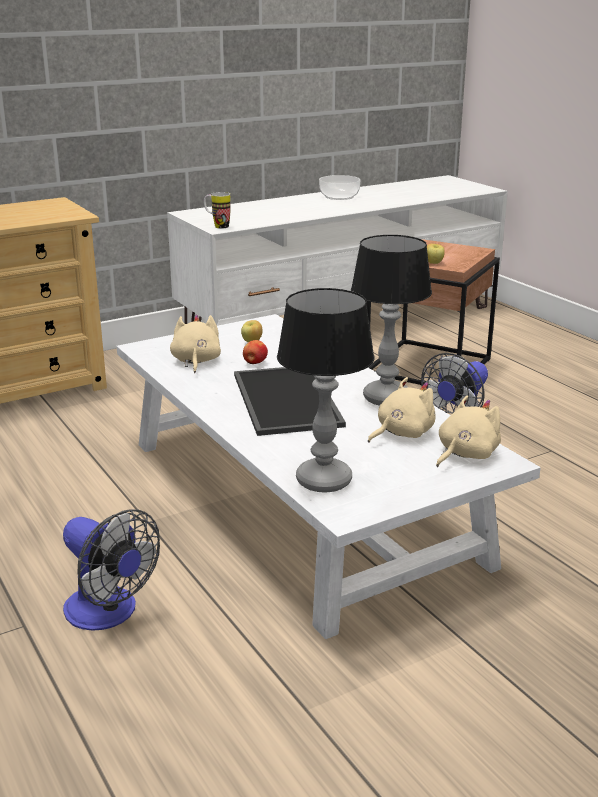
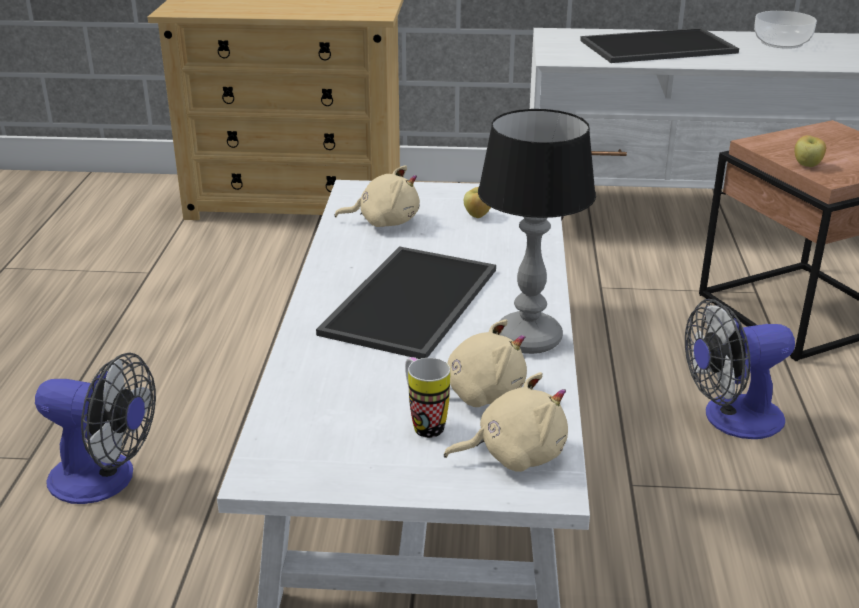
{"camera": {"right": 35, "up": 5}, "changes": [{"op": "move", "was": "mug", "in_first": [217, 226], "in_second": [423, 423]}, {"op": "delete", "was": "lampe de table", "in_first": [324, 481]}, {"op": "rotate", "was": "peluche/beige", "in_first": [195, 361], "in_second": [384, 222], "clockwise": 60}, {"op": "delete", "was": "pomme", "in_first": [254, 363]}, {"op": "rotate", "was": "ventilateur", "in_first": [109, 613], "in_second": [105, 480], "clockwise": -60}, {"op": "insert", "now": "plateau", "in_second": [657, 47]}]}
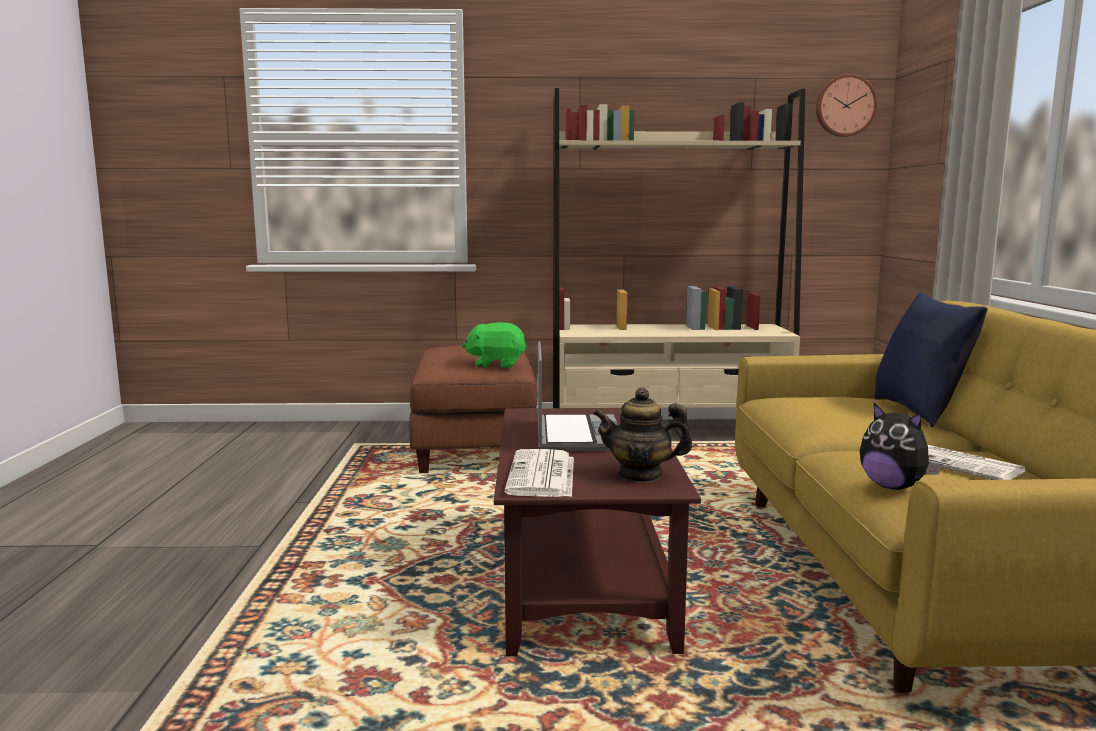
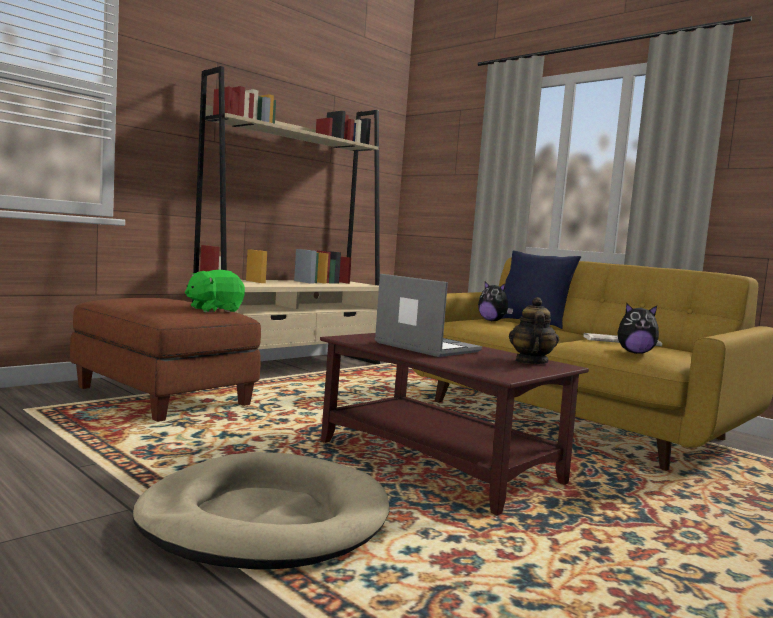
{"camera": {"right": -45, "up": -5}, "changes": [{"op": "delete", "was": "horloge murale", "in_first": [844, 106]}, {"op": "rotate", "was": "théière", "in_first": [640, 475], "in_second": [530, 362], "clockwise": 135}, {"op": "delete", "was": "journal", "in_first": [542, 475]}, {"op": "insert", "now": "peluche", "in_second": [492, 321]}, {"op": "insert", "now": "panier pour chien/beige", "in_second": [264, 519]}]}
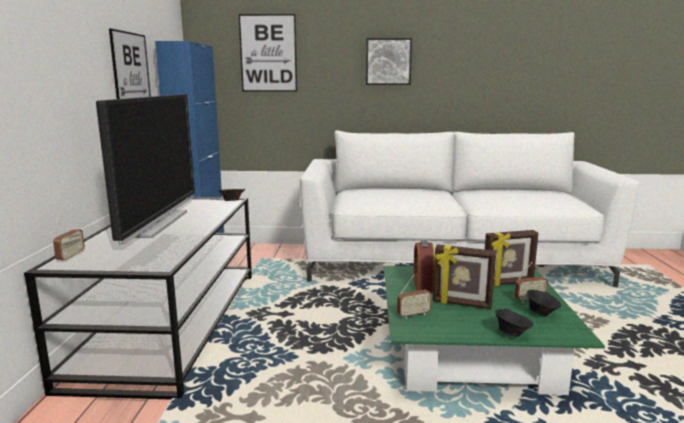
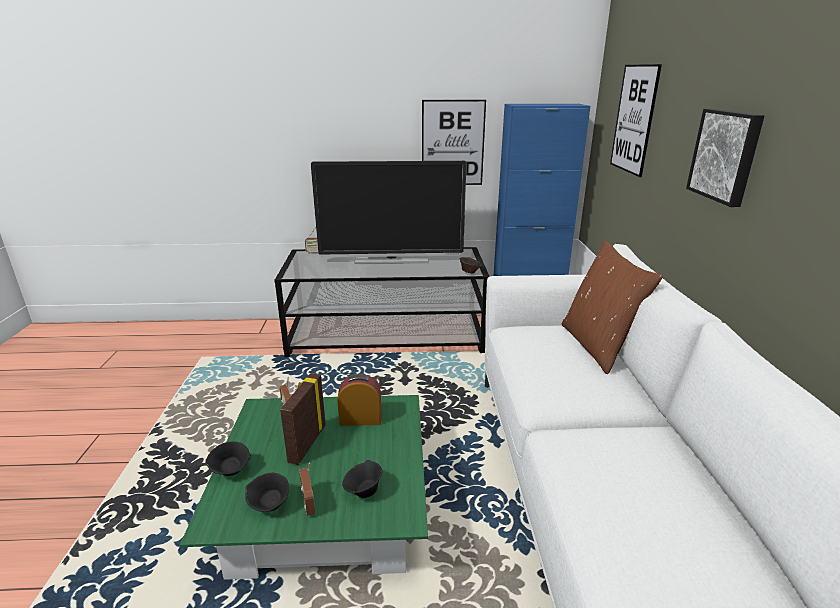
{"camera": {"right": 85, "up": 10}, "changes": [{"op": "replace", "was": "cadre photo", "now": "bol/noir", "in_first": [508, 283], "in_second": [363, 491]}, {"op": "insert", "now": "coussin/marron", "in_second": [598, 346]}]}
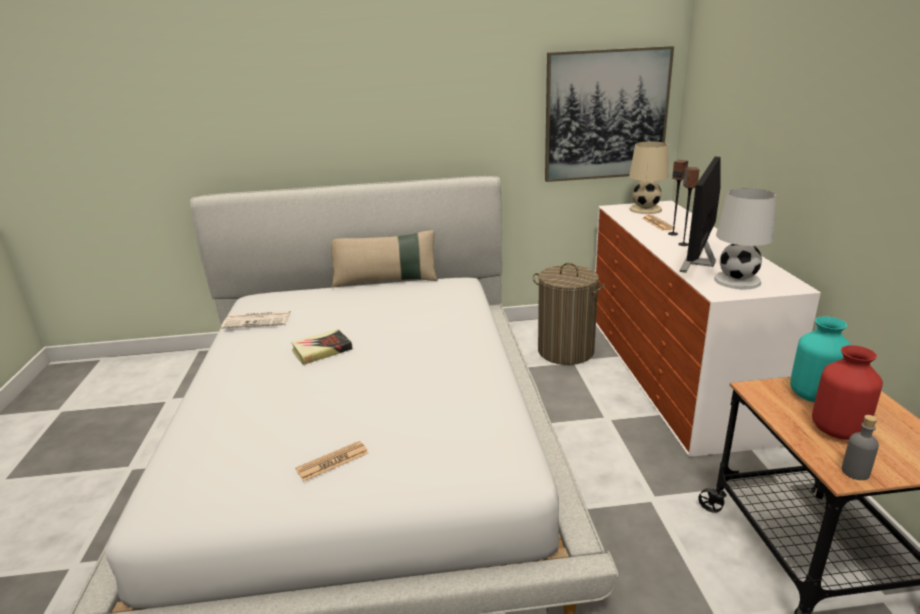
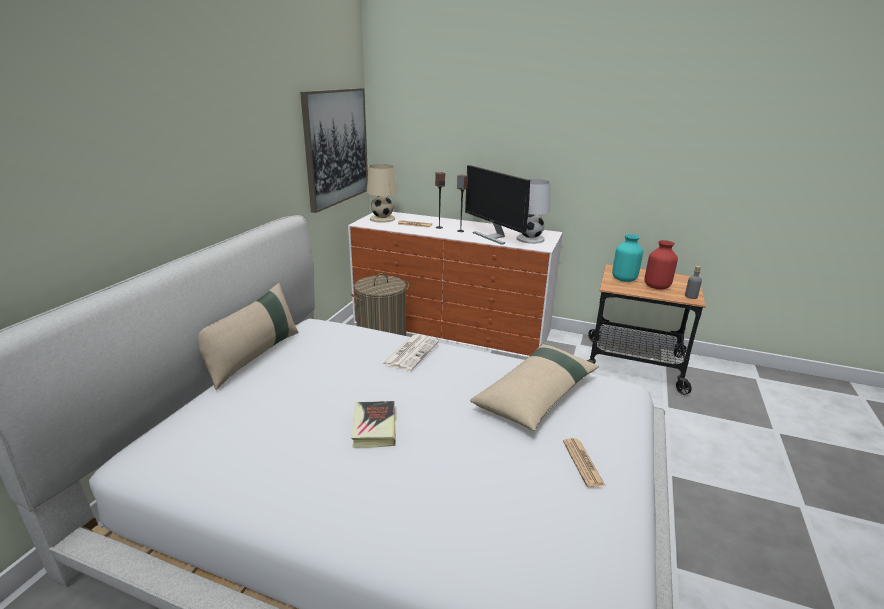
{"camera": {"right": -65, "up": 0}, "changes": [{"op": "move", "was": "journal", "in_first": [258, 320], "in_second": [410, 353]}, {"op": "insert", "now": "coussin/beige", "in_second": [537, 394]}]}
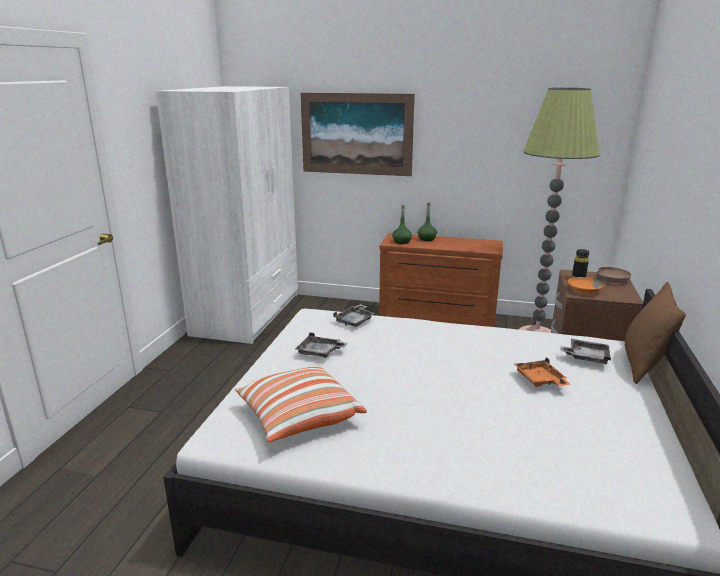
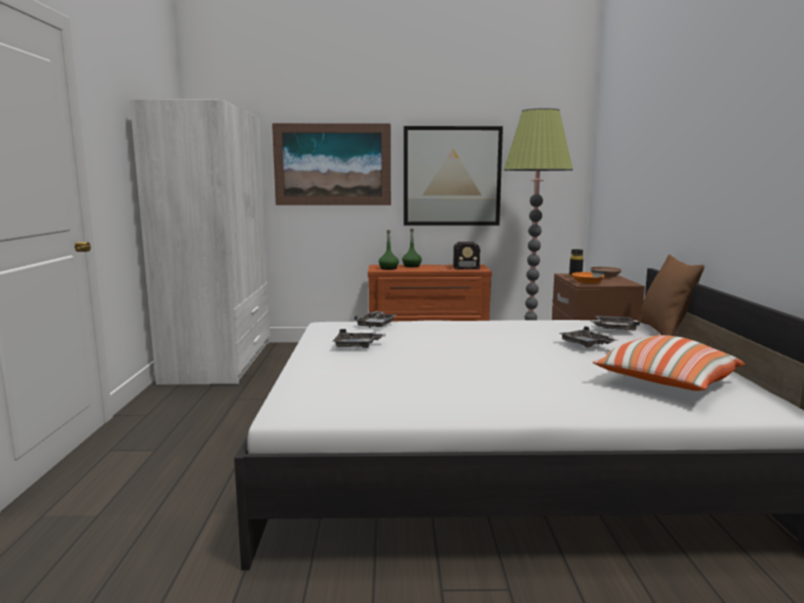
{"camera": {"right": -15, "up": -10}, "changes": [{"op": "recolor", "was": "plateau/orange", "now": "plateau/gris", "in_first": [540, 380], "in_second": [586, 345]}, {"op": "move", "was": "coussin", "in_first": [298, 417], "in_second": [666, 383]}, {"op": "insert", "now": "tableau", "in_second": [452, 176]}, {"op": "insert", "now": "radio", "in_second": [456, 267]}]}
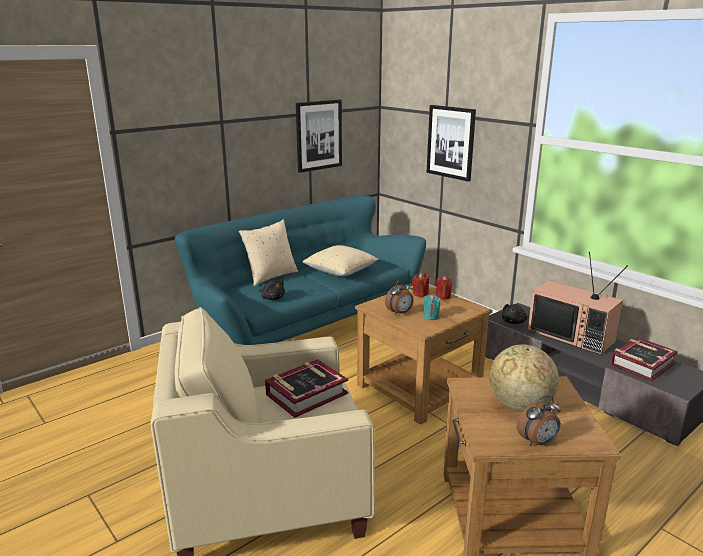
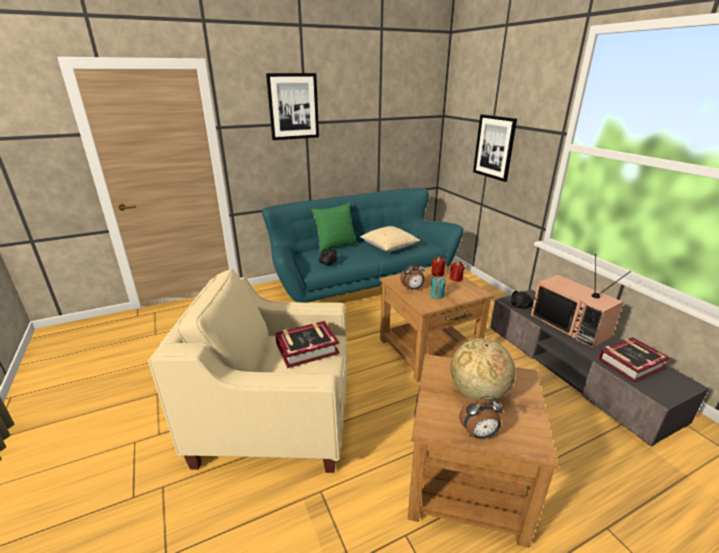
{"camera": {"right": 15, "up": 5}, "changes": [{"op": "move", "was": "tableau", "in_first": [318, 135], "in_second": [293, 106]}, {"op": "recolor", "was": "coussin/beige", "now": "coussin/vert", "in_first": [270, 276], "in_second": [335, 246]}]}
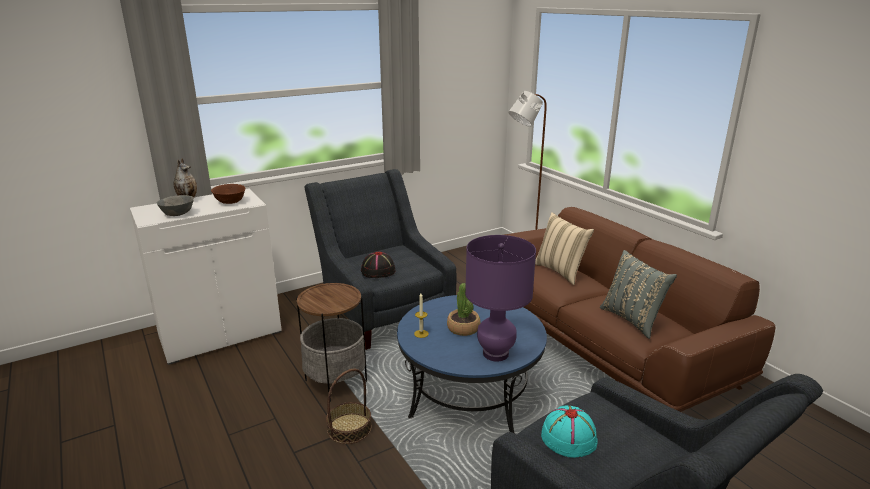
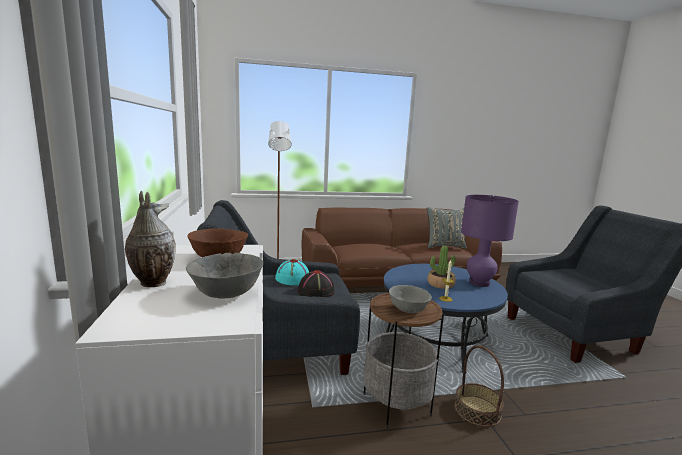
{"camera": {"right": -70, "up": -10}, "changes": [{"op": "delete", "was": "coussin/beige", "in_first": [560, 271]}, {"op": "move", "was": "chapeau/turquoise", "in_first": [568, 437], "in_second": [292, 279]}, {"op": "insert", "now": "bol/gris", "in_second": [408, 310]}]}
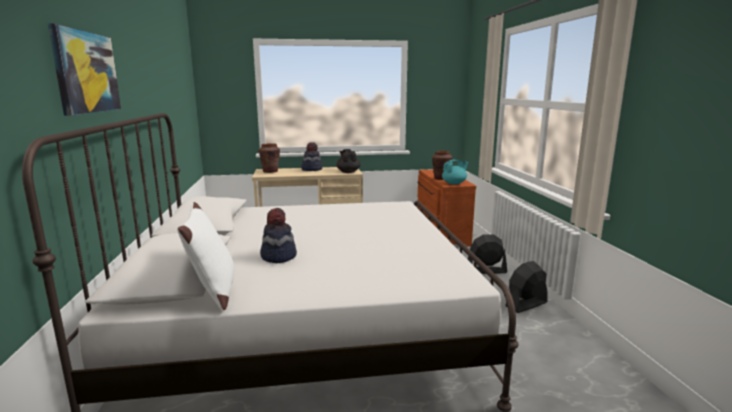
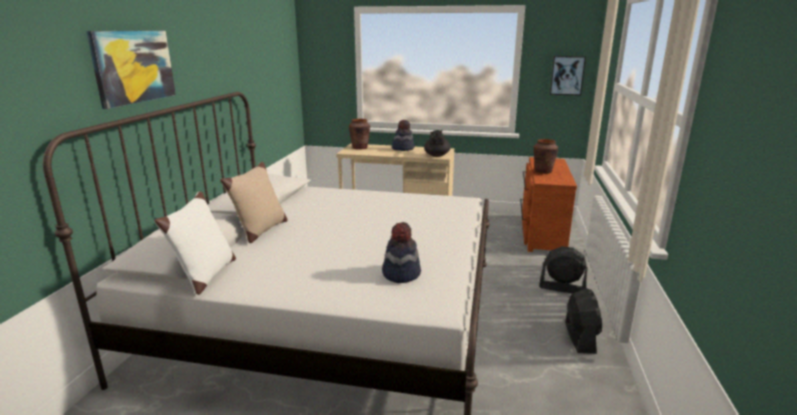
{"camera": {"right": 20, "up": 5}, "changes": [{"op": "delete", "was": "théière/turquoise", "in_first": [454, 183]}, {"op": "move", "was": "chapeau", "in_first": [278, 256], "in_second": [401, 273]}, {"op": "rotate", "was": "ventilateur/noir", "in_first": [526, 304], "in_second": [580, 337], "clockwise": 105}, {"op": "insert", "now": "tableau", "in_second": [567, 75]}, {"op": "insert", "now": "coussin/beige", "in_second": [260, 231]}]}
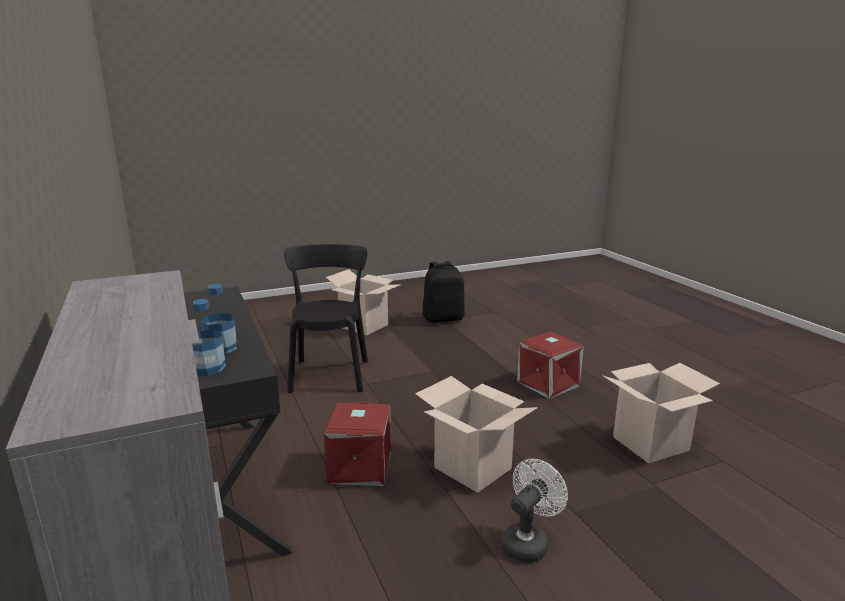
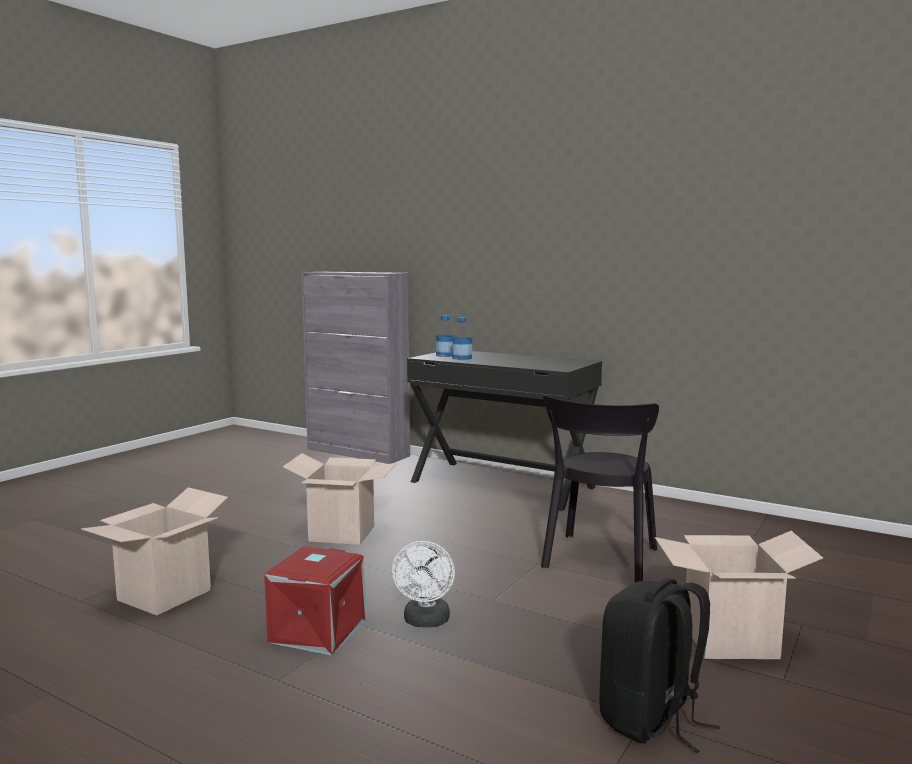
{"camera": {"right": 145, "up": -10}, "changes": [{"op": "rotate", "was": "chaise/noir", "in_first": [330, 373], "in_second": [599, 560], "clockwise": 60}, {"op": "delete", "was": "boîte de rangement/rouge", "in_first": [359, 467]}, {"op": "move", "was": "ventilateur/blanc", "in_first": [528, 542], "in_second": [426, 622]}]}
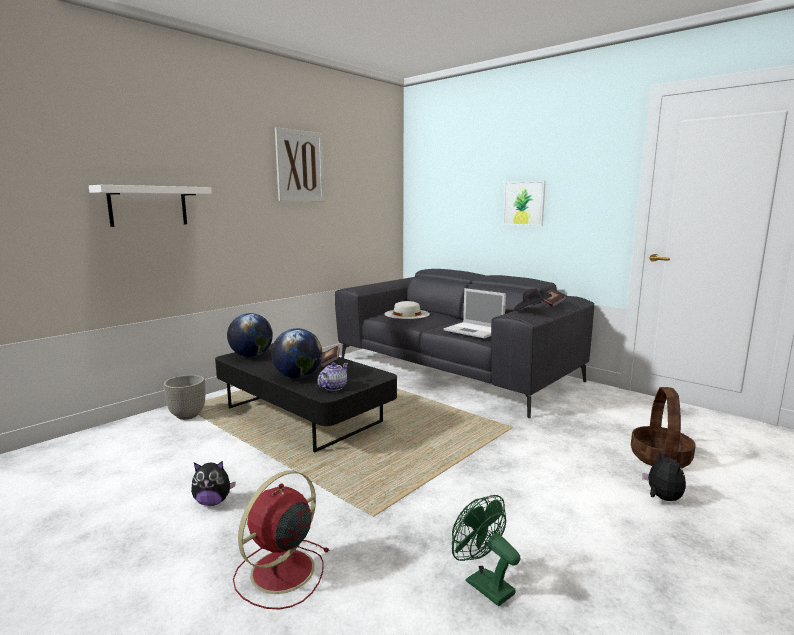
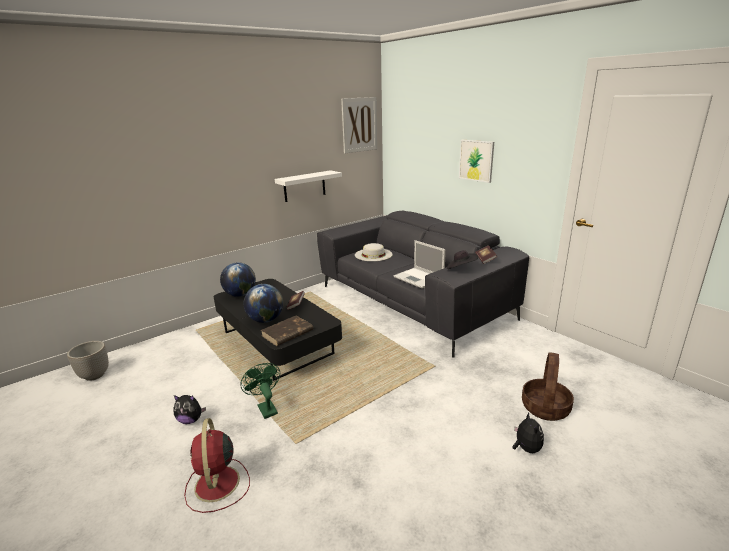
{"camera": {"right": 10, "up": 10}, "changes": [{"op": "move", "was": "tableau", "in_first": [300, 166], "in_second": [359, 125]}, {"op": "move", "was": "étagère/blanc", "in_first": [148, 206], "in_second": [304, 186]}, {"op": "replace", "was": "théière", "now": "livre/marron", "in_first": [333, 387], "in_second": [287, 333]}, {"op": "move", "was": "cache-pot", "in_first": [188, 415], "in_second": [95, 375]}, {"op": "rotate", "was": "ventilateur/rouge", "in_first": [280, 572], "in_second": [217, 485], "clockwise": -60}, {"op": "move", "was": "ventilateur/vert", "in_first": [483, 584], "in_second": [265, 408]}]}
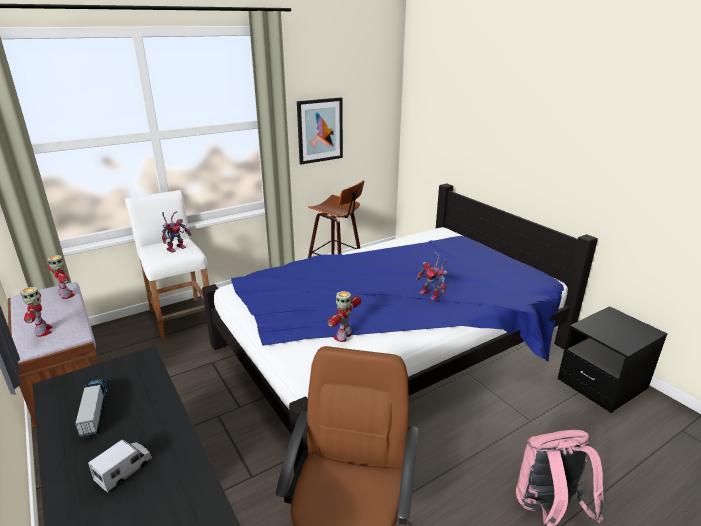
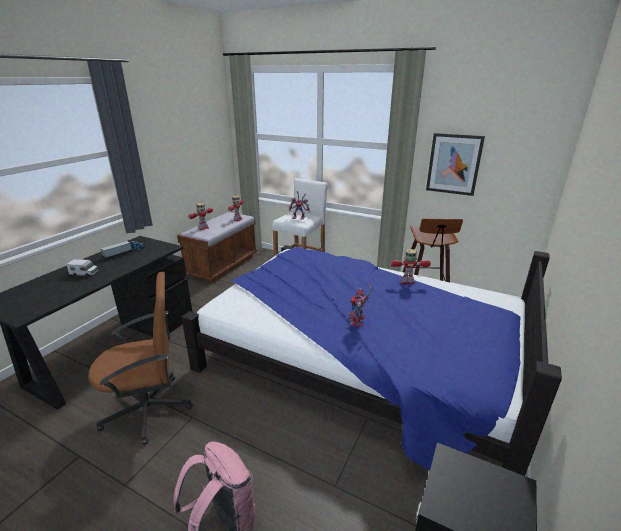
{"camera": {"right": 60, "up": 0}, "changes": [{"op": "move", "was": "robot jouet", "in_first": [343, 336], "in_second": [407, 282]}]}
